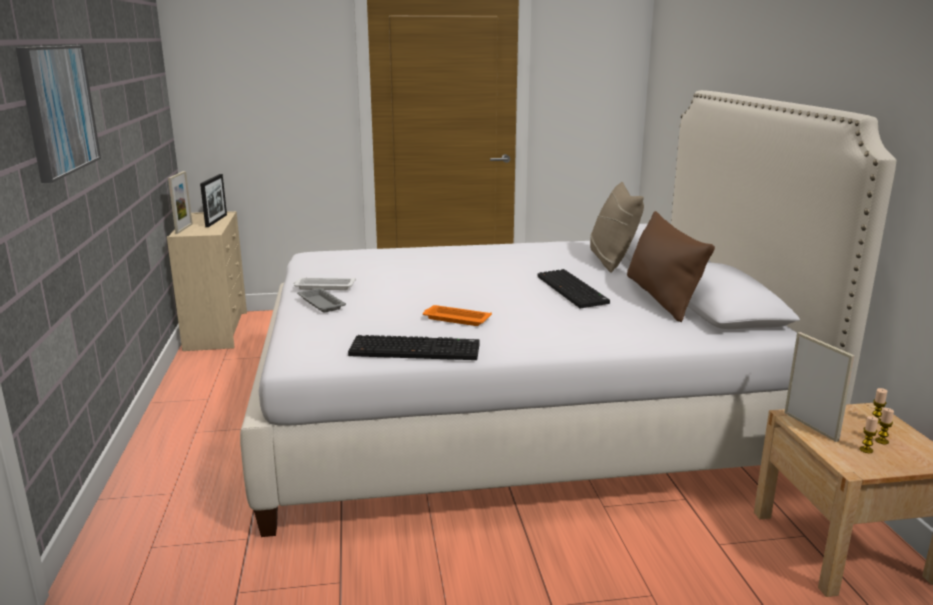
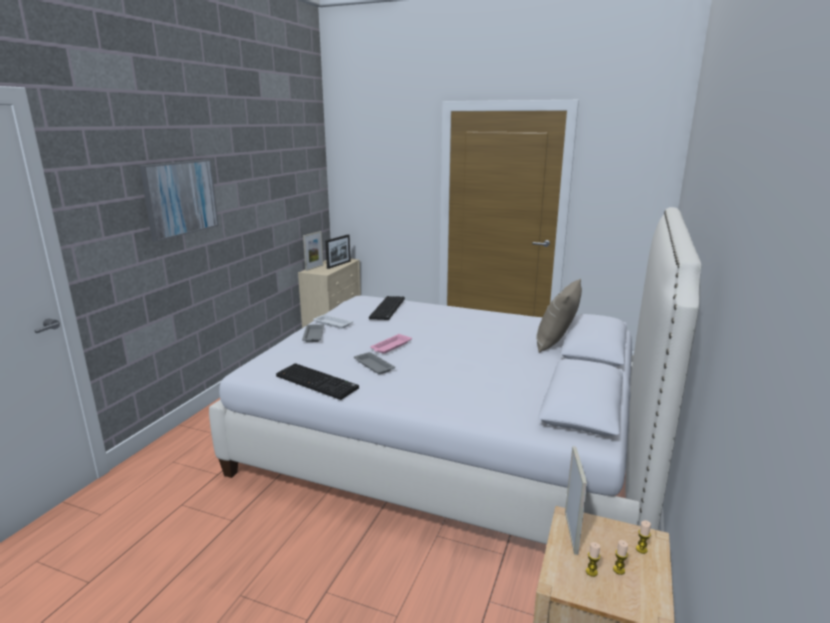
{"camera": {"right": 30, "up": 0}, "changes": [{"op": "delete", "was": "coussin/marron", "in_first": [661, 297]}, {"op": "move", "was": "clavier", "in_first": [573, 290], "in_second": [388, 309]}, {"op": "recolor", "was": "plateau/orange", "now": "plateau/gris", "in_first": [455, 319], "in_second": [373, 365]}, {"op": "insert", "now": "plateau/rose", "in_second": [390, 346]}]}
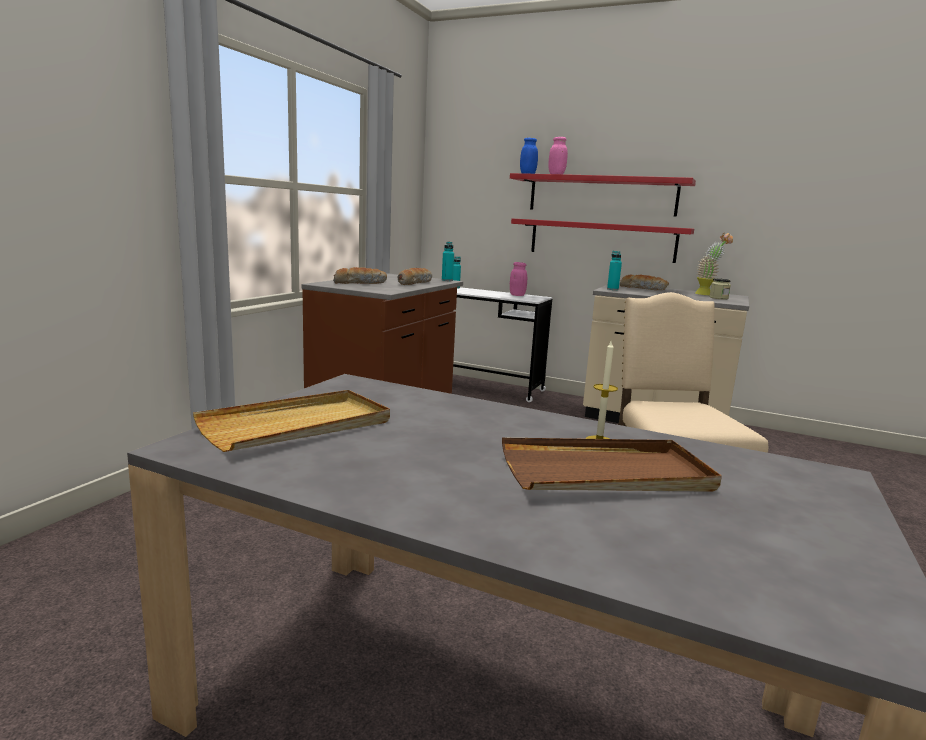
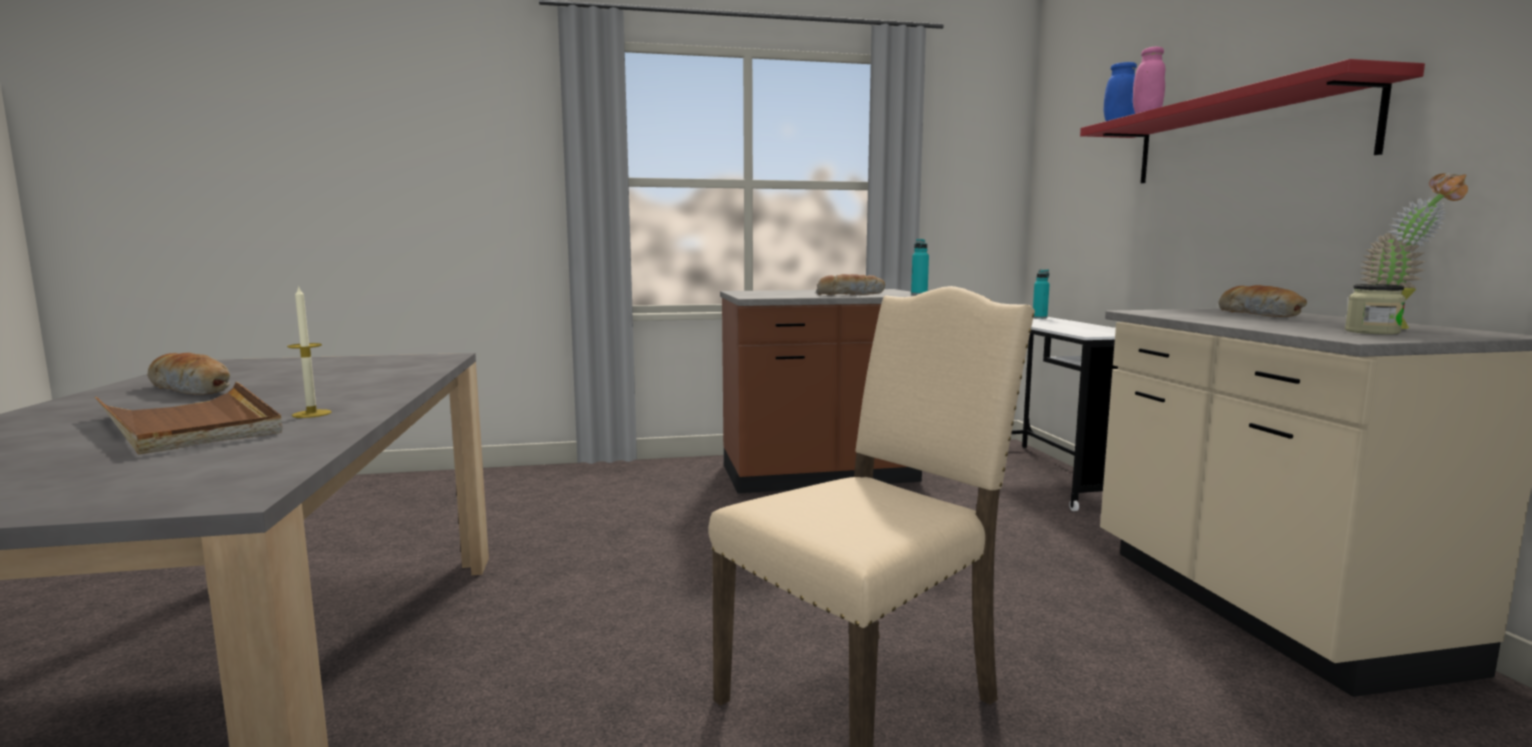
{"camera": {"right": 55, "up": -5}, "changes": [{"op": "delete", "was": "étagère/rouge", "in_first": [602, 240]}, {"op": "delete", "was": "bouteille/turquoise", "in_first": [612, 289]}, {"op": "delete", "was": "bocal/rose", "in_first": [517, 295]}, {"op": "move", "was": "pain", "in_first": [360, 283], "in_second": [193, 389]}, {"op": "delete", "was": "plateau/beige", "in_first": [298, 426]}]}
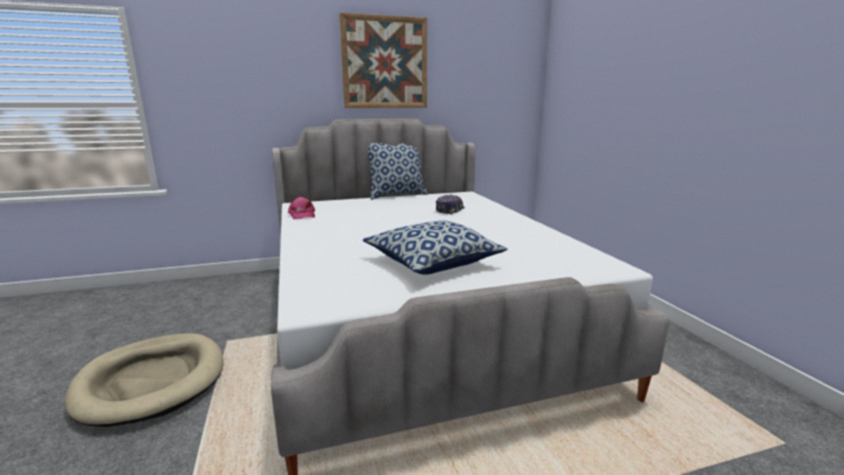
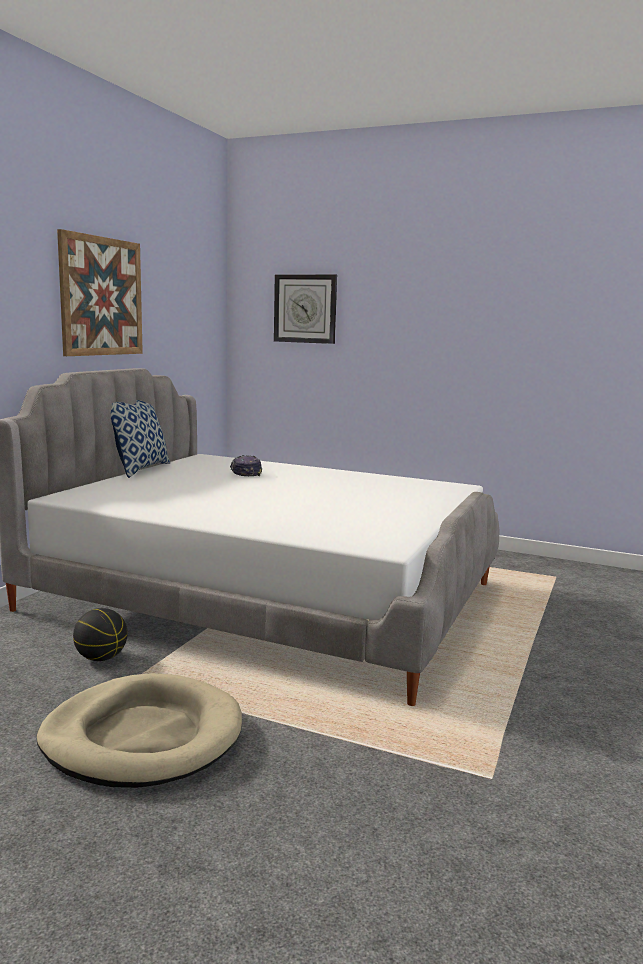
{"camera": {"right": -50, "up": -5}, "changes": [{"op": "delete", "was": "casquette/rose", "in_first": [302, 215]}, {"op": "delete", "was": "coussin", "in_first": [432, 262]}, {"op": "insert", "now": "horloge murale", "in_second": [305, 308]}, {"op": "insert", "now": "ballon de basket", "in_second": [101, 658]}]}
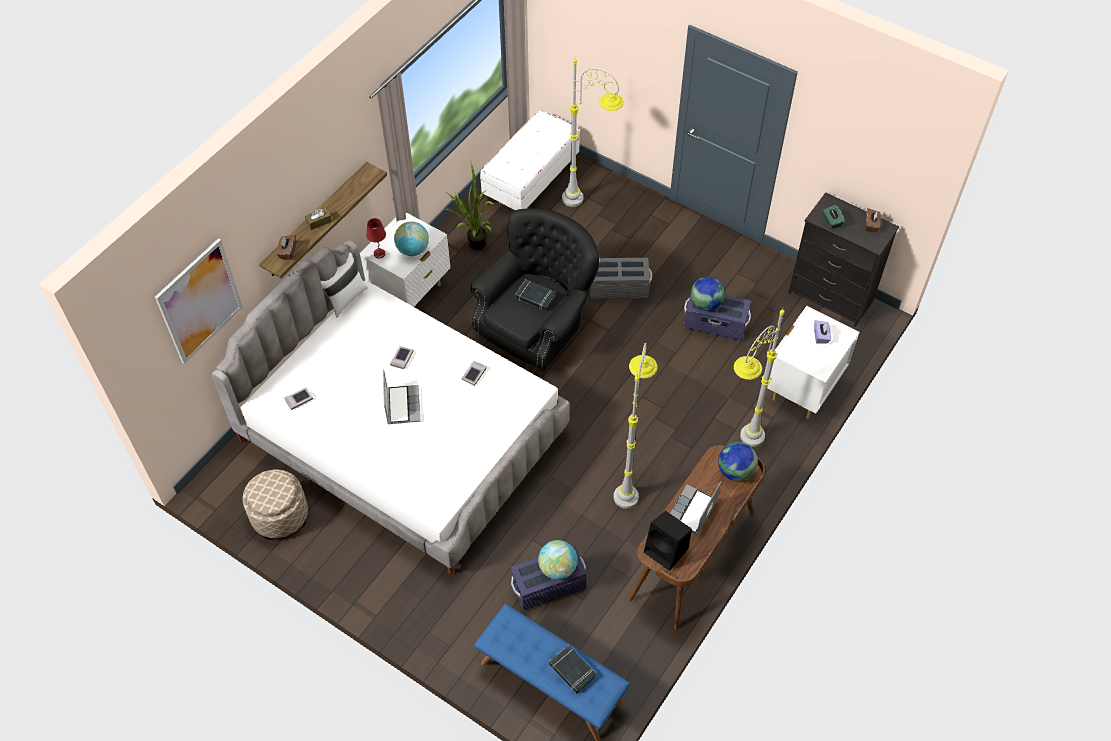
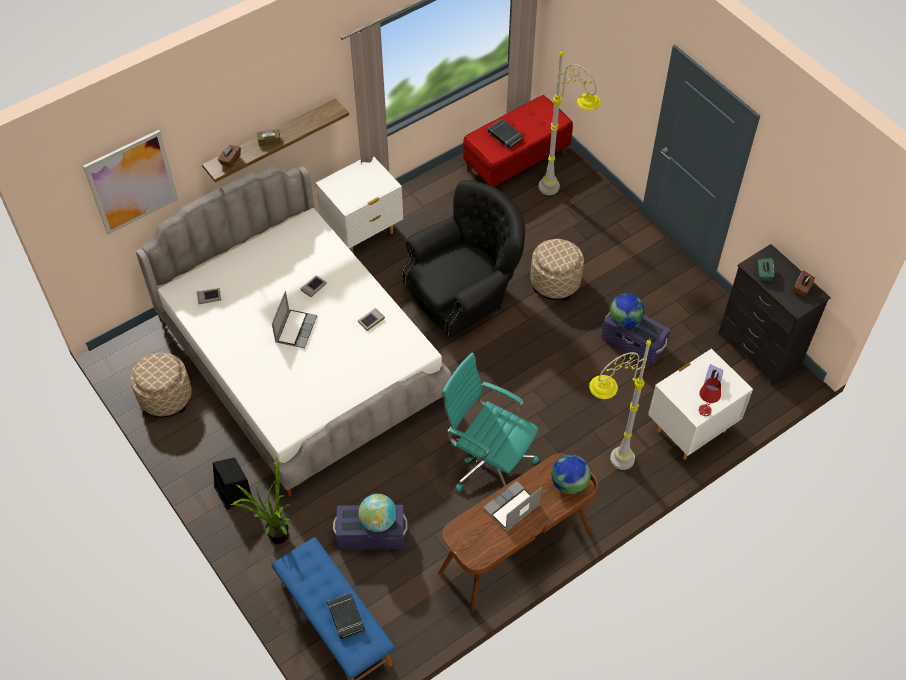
{"camera": {"right": 20, "up": 0}, "changes": [{"op": "recolor", "was": "banc/blanc", "now": "banc/rouge", "in_first": [530, 182], "in_second": [516, 161]}, {"op": "move", "was": "plante en pot", "in_first": [473, 246], "in_second": [273, 536]}, {"op": "move", "was": "lampe de table/rouge", "in_first": [379, 254], "in_second": [705, 411]}, {"op": "delete", "was": "globe", "in_first": [413, 250]}, {"op": "delete", "was": "coussin/blanc", "in_first": [346, 298]}, {"op": "replace", "was": "boîte de rangement/gris", "now": "pouf/beige", "in_first": [618, 288], "in_second": [555, 282]}, {"op": "move", "was": "livre/noir", "in_first": [535, 297], "in_second": [505, 136]}, {"op": "replace", "was": "lampadaire/gris", "now": "chaise de bureau/turquoise", "in_first": [630, 478], "in_second": [488, 462]}, {"op": "move", "was": "enceinte/noir", "in_first": [667, 551], "in_second": [234, 493]}]}
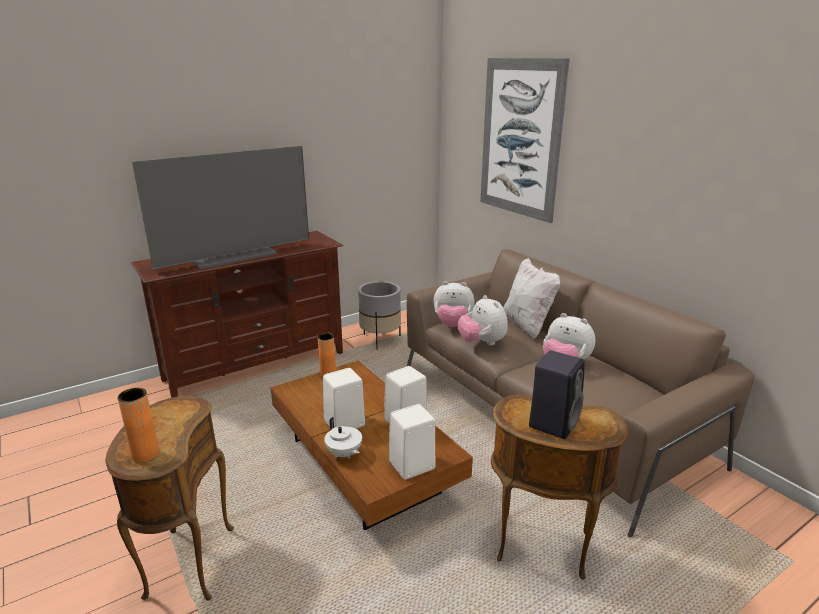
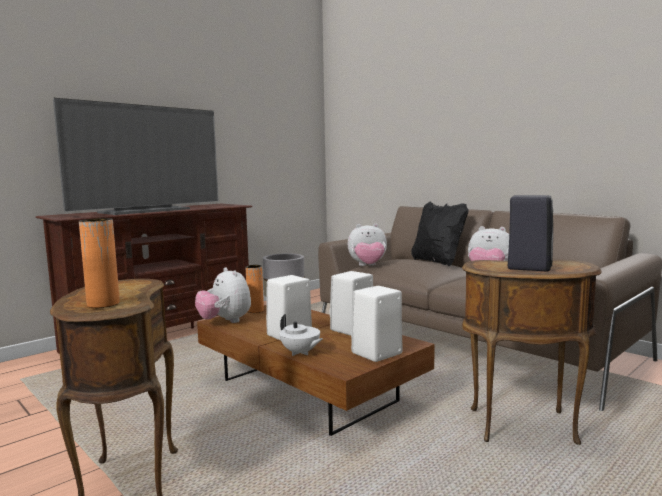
{"camera": {"right": -10, "up": -15}, "changes": [{"op": "delete", "was": "tableau", "in_first": [520, 138]}, {"op": "recolor", "was": "coussin/blanc", "now": "coussin/noir", "in_first": [527, 326], "in_second": [437, 262]}, {"op": "move", "was": "peluche", "in_first": [482, 343], "in_second": [225, 321]}]}
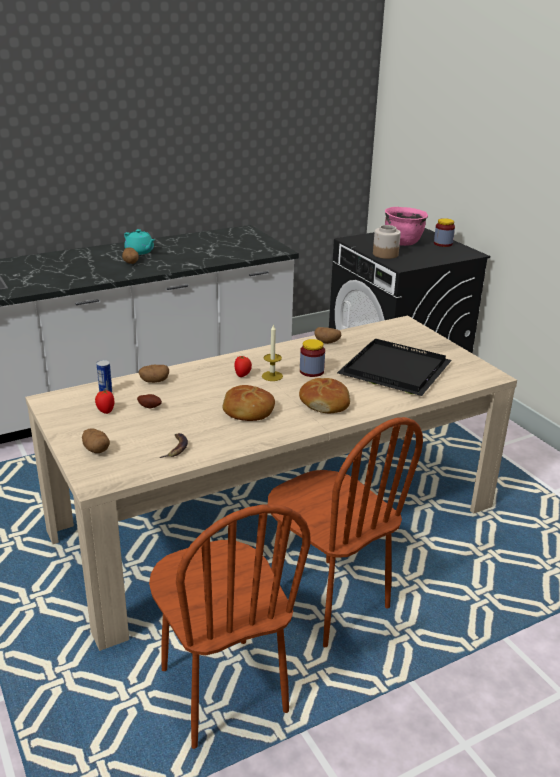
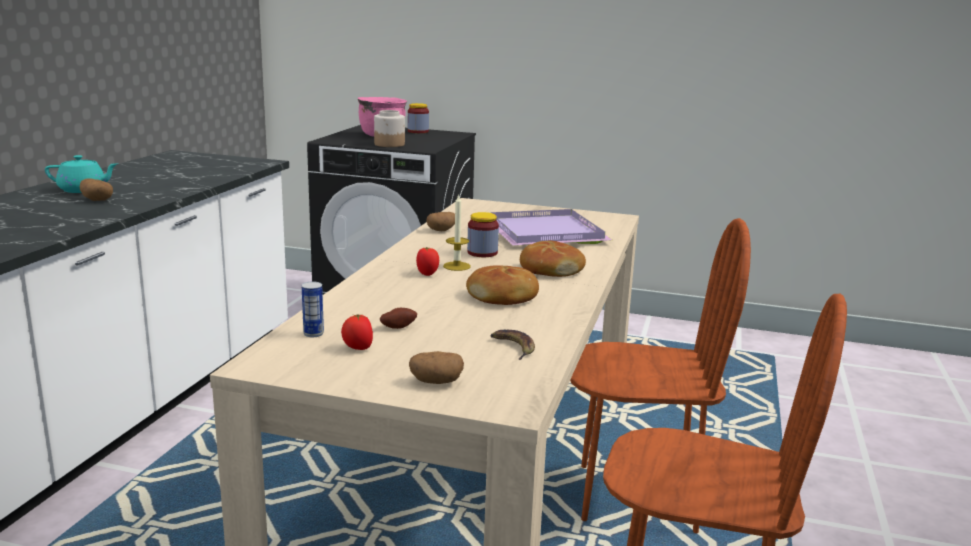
{"camera": {"right": -45, "up": -10}, "changes": [{"op": "recolor", "was": "plateau/noir", "now": "plateau/violet", "in_first": [395, 371], "in_second": [547, 233]}, {"op": "delete", "was": "pomme de terre", "in_first": [154, 381]}]}
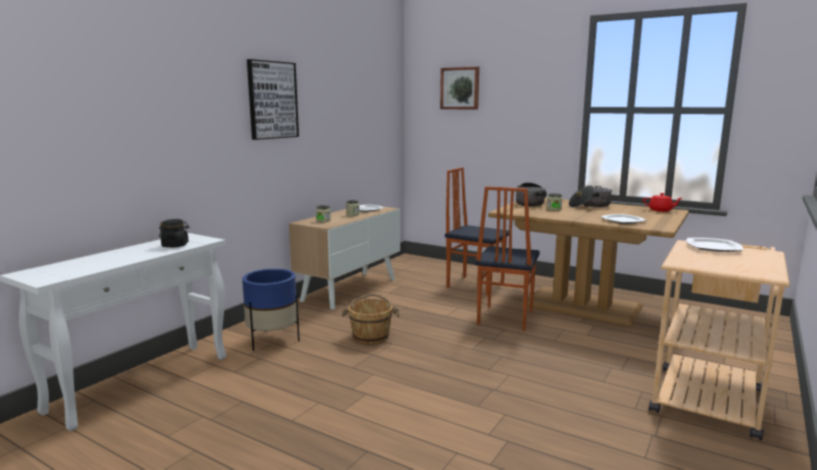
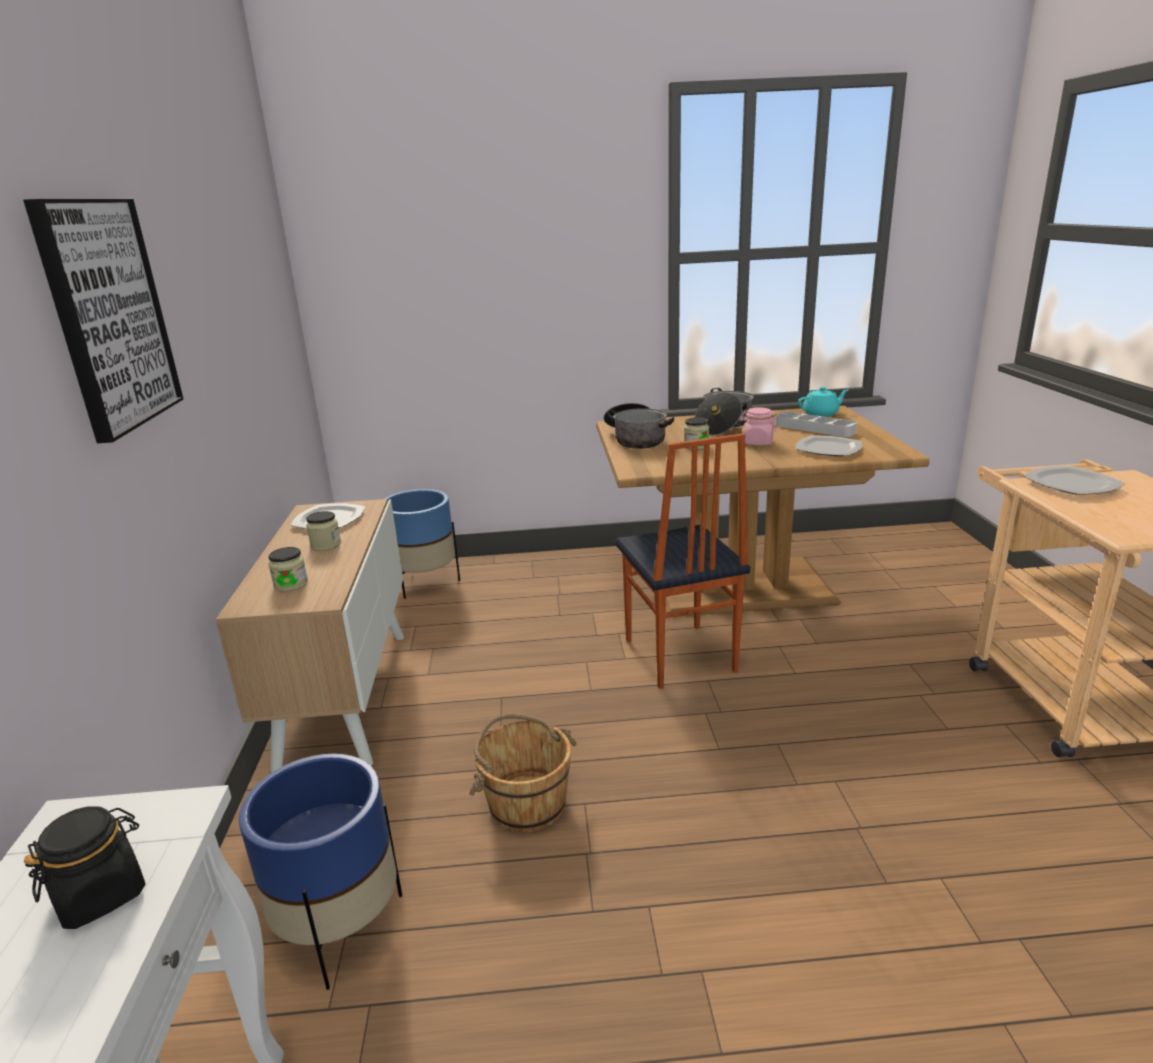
{"camera": {"right": -35, "up": 10}, "changes": [{"op": "delete", "was": "tableau", "in_first": [460, 88]}, {"op": "delete", "was": "chaise", "in_first": [475, 285]}, {"op": "recolor", "was": "théière/rouge", "now": "théière/turquoise", "in_first": [661, 210], "in_second": [821, 414]}, {"op": "insert", "now": "bocal/rose", "in_second": [757, 442]}, {"op": "insert", "now": "plateau/gris", "in_second": [814, 429]}, {"op": "insert", "now": "cache-pot/bleu", "in_second": [425, 583]}]}
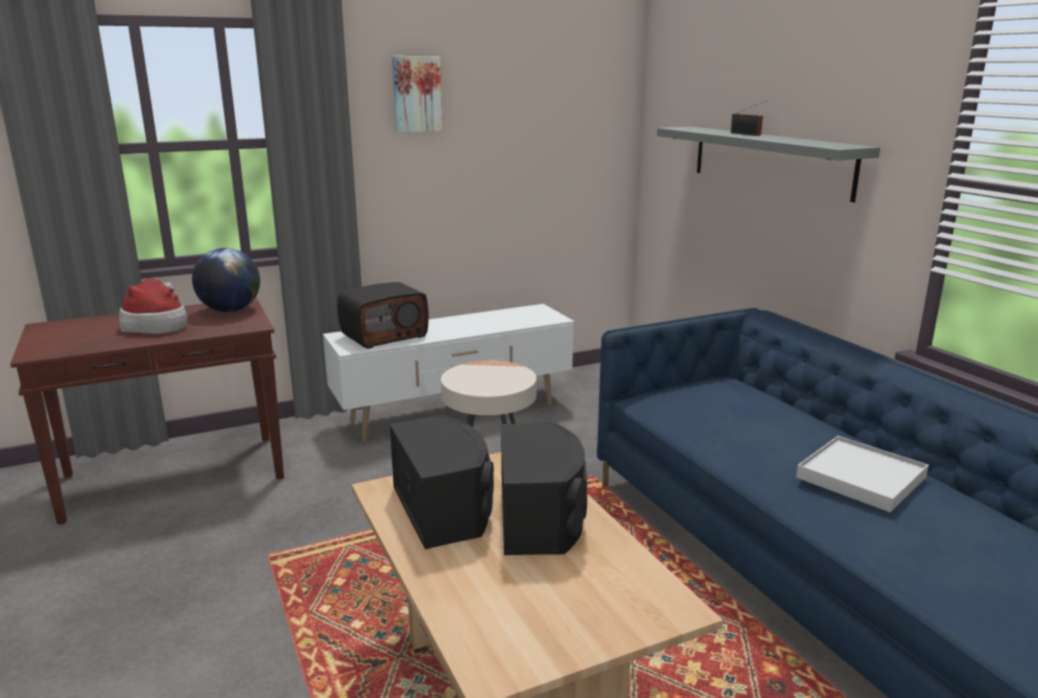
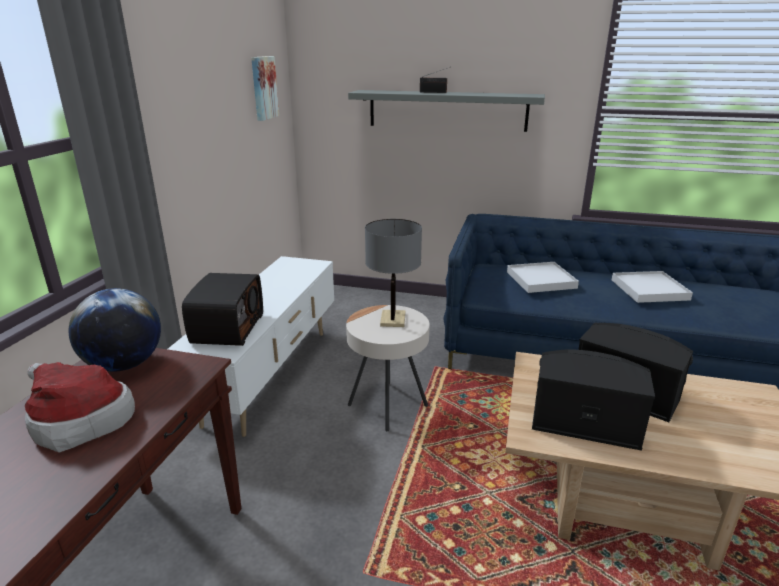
{"camera": {"right": -50, "up": 5}, "changes": [{"op": "move", "was": "tableau", "in_first": [416, 94], "in_second": [263, 88]}, {"op": "insert", "now": "lampe de table/gris", "in_second": [393, 319]}, {"op": "insert", "now": "plateau/blanc", "in_second": [541, 280]}]}
